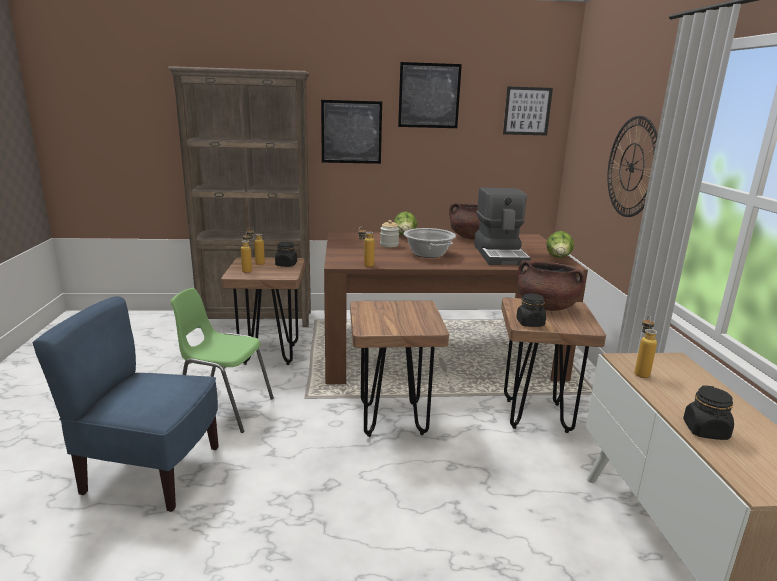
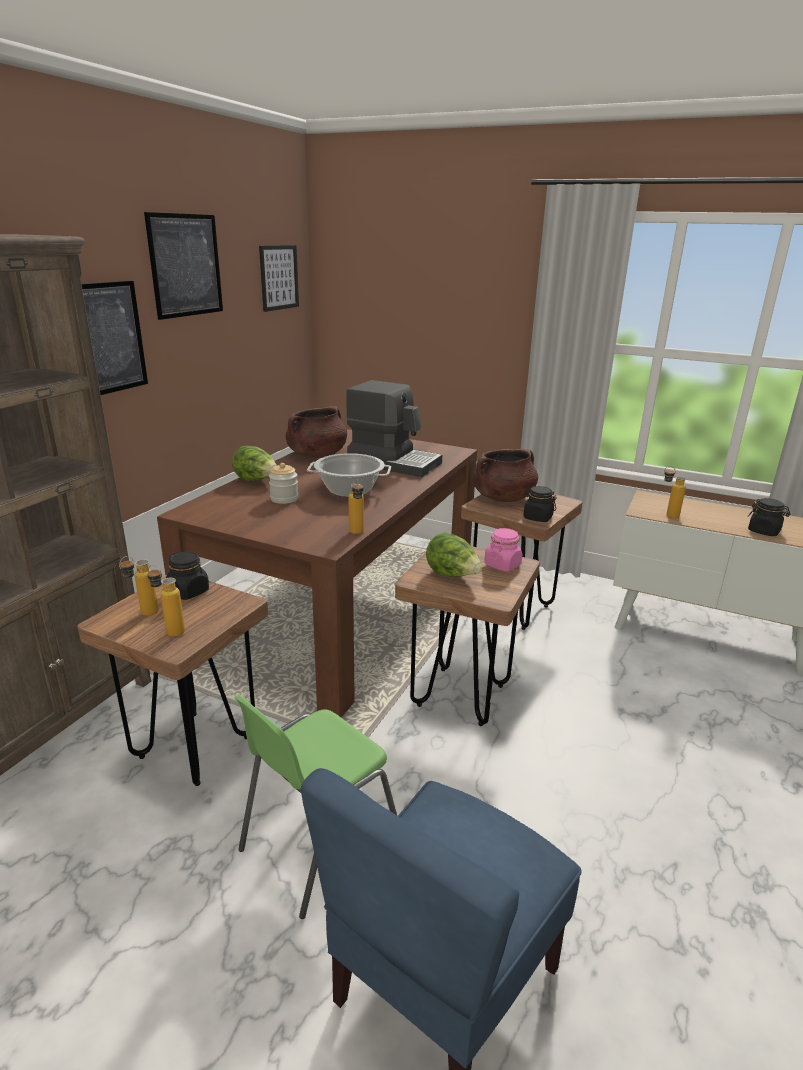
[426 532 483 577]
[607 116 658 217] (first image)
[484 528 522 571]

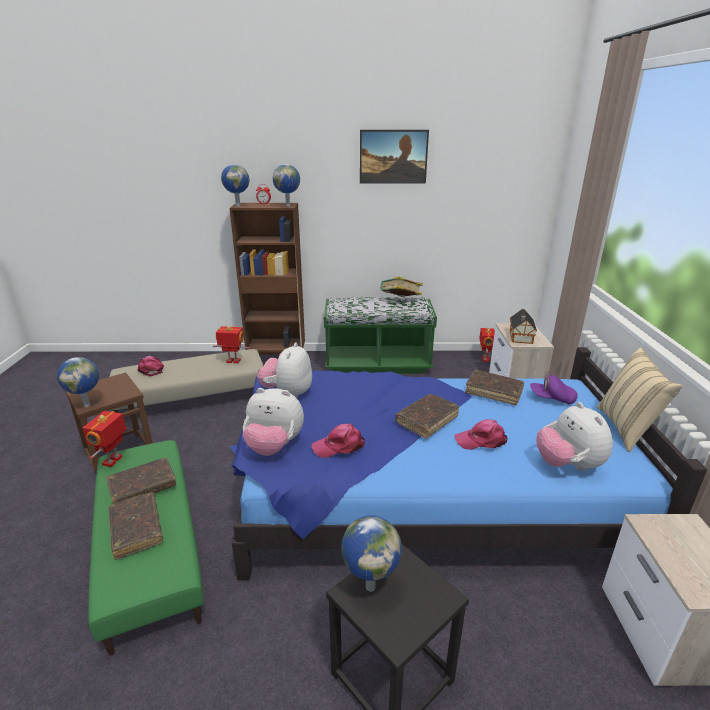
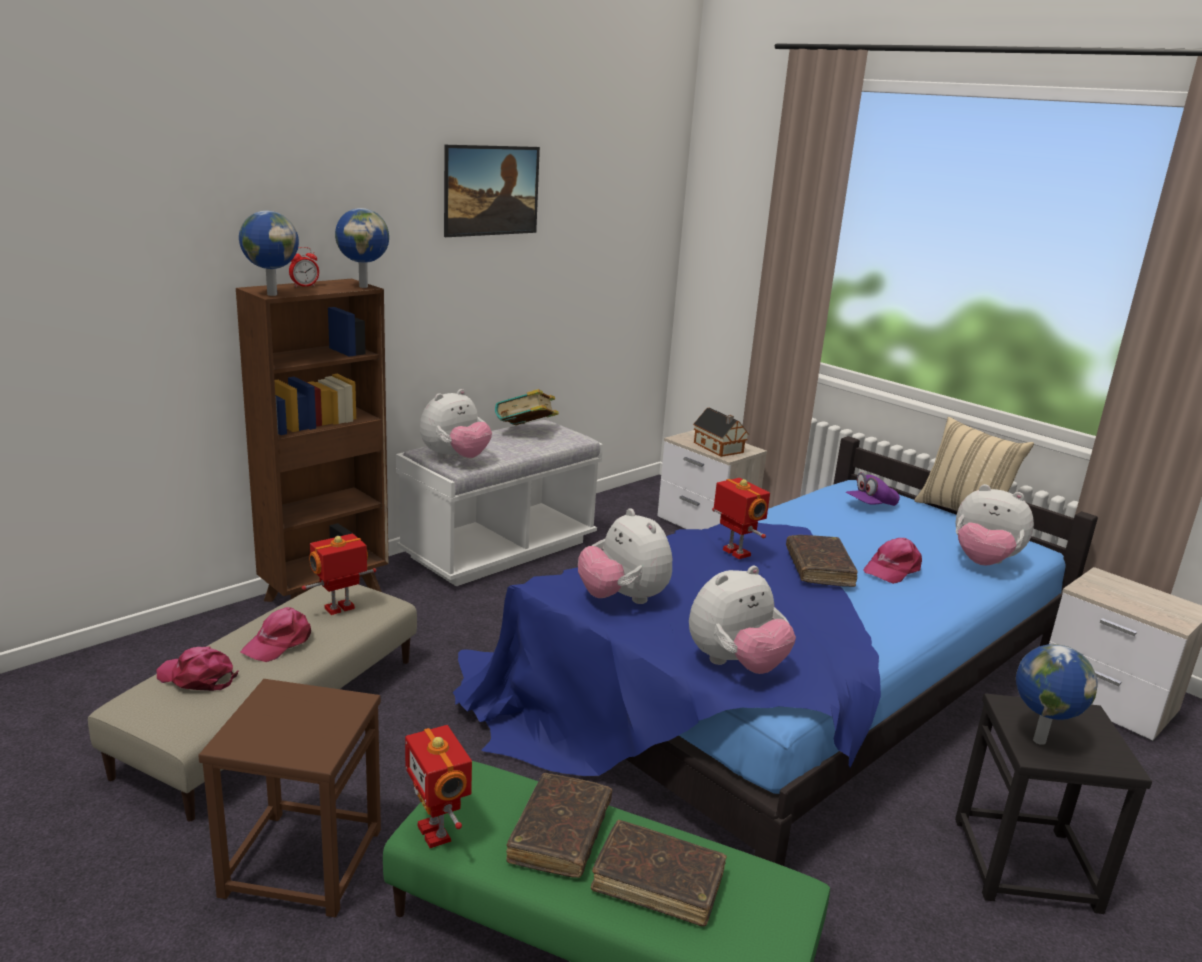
[57 357 99 407] (first image)
[240 607 311 662]
[396 420 603 586]
[465 370 525 405] (first image)
[712 478 770 559]
[420 389 492 459]

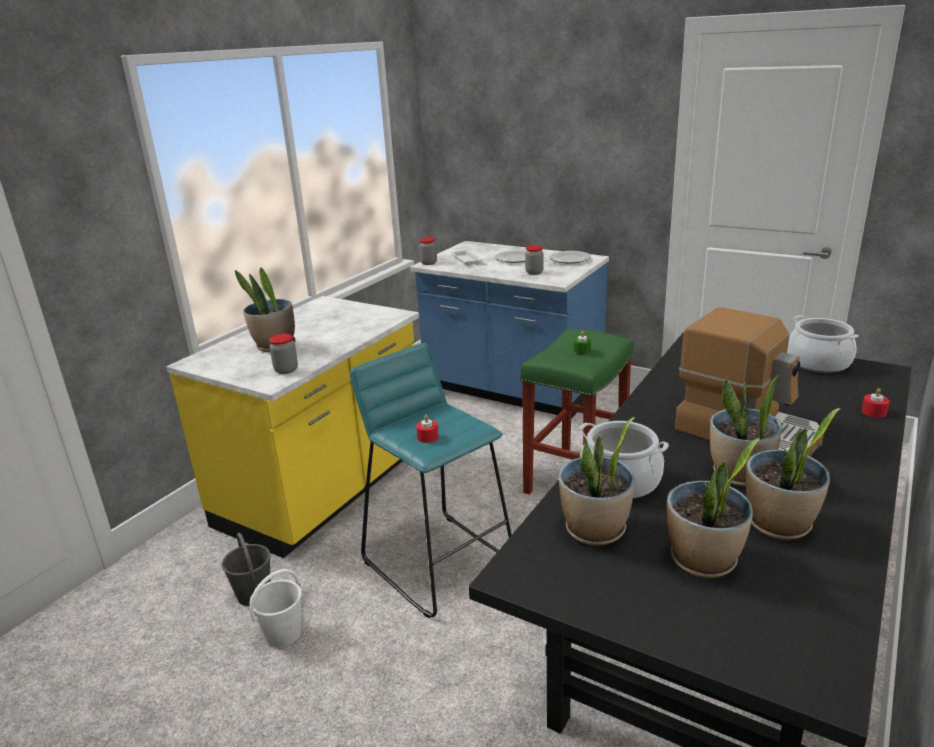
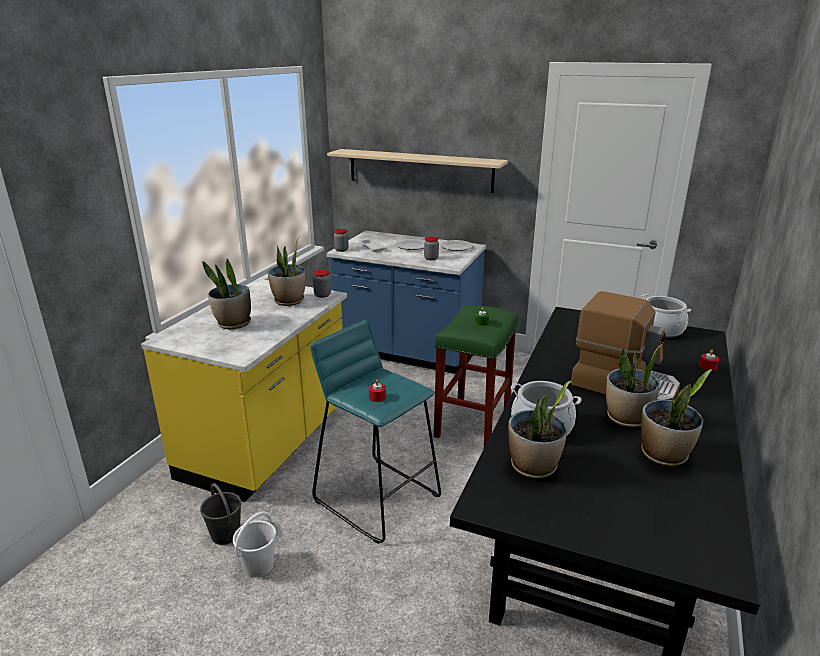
[313 270 331 298]
[267 236 305 306]
[327 149 508 193]

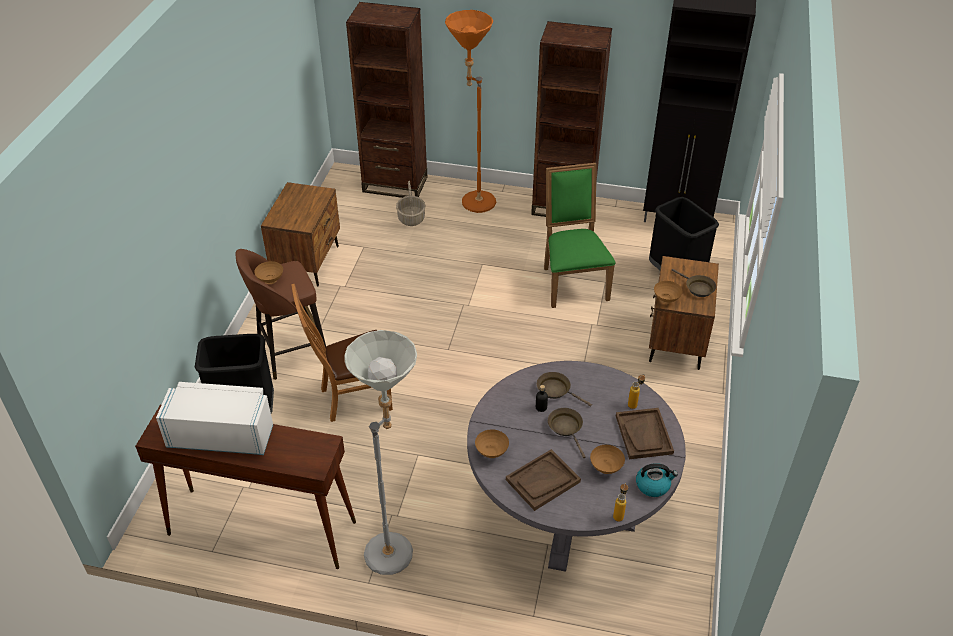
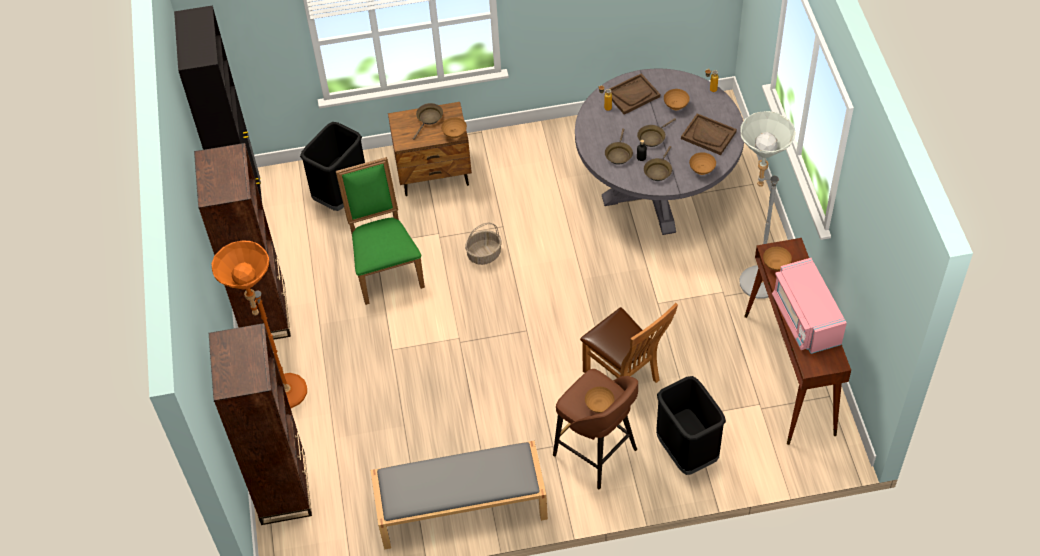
[772 258 847 354]
[371 440 548 550]
[465 223 502 265]
[336 157 425 305]
[636 463 678 497] (first image)
[644 146 672 181]
[763 247 792 271]

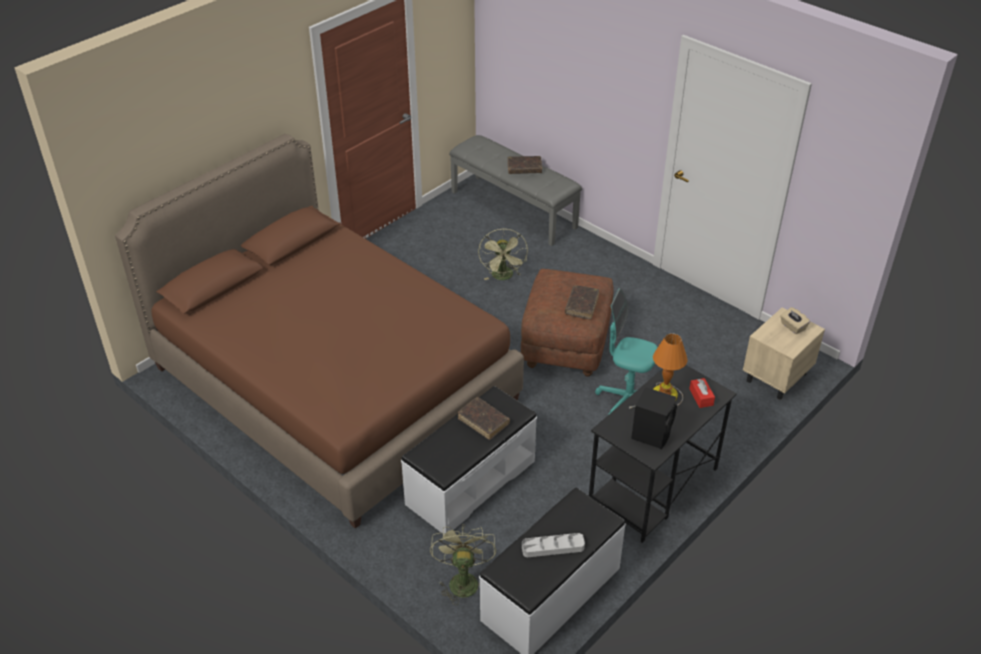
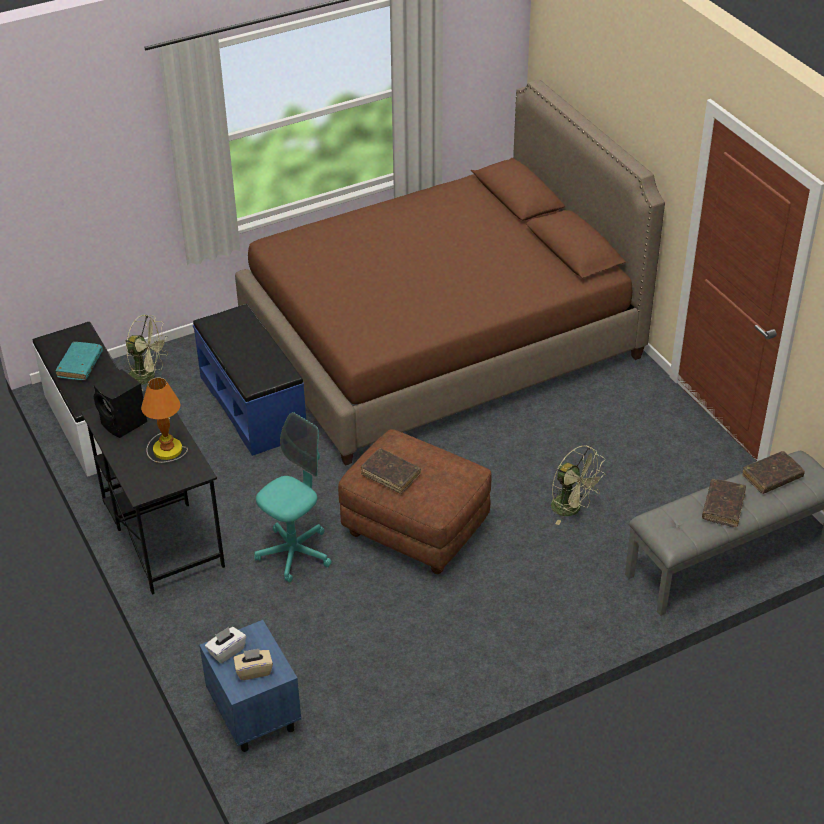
[193 304 306 456]
[742 451 805 494]
[551 445 606 525]
[56 342 103 380]
[689 378 715 408] (first image)
[199 620 301 752]
[205 627 246 664]

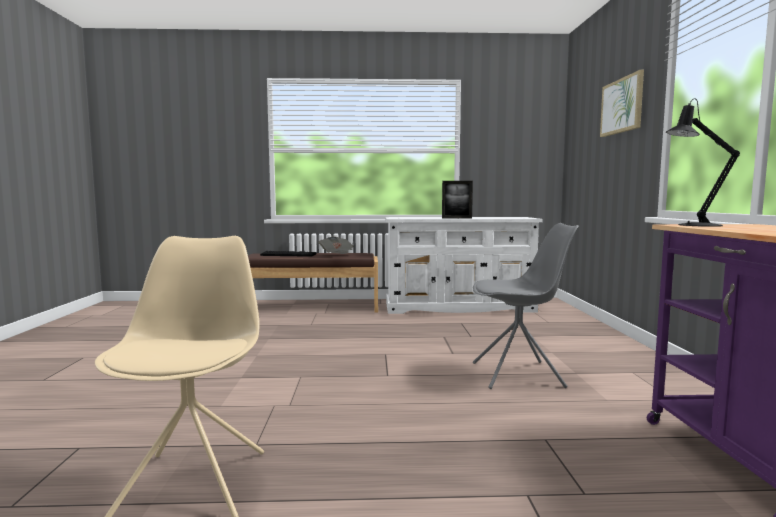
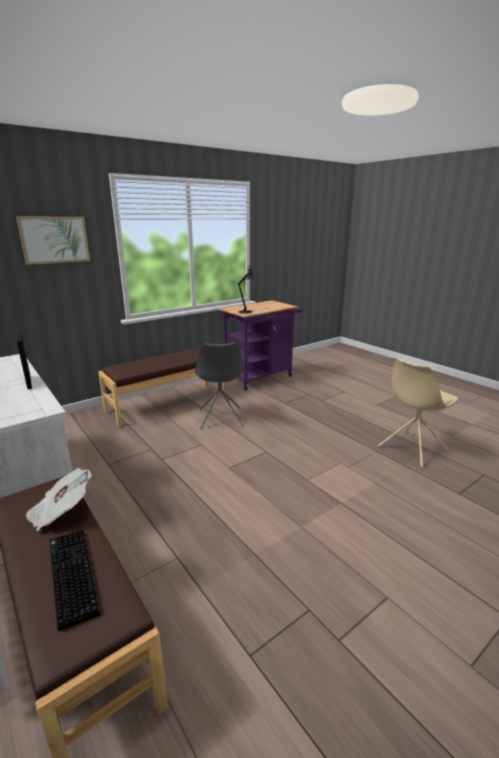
[195 343 244 429]
[98 347 224 427]

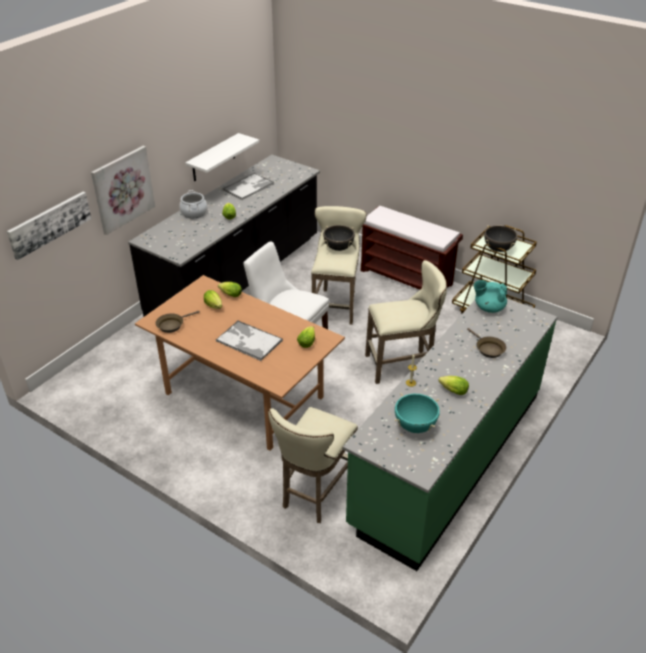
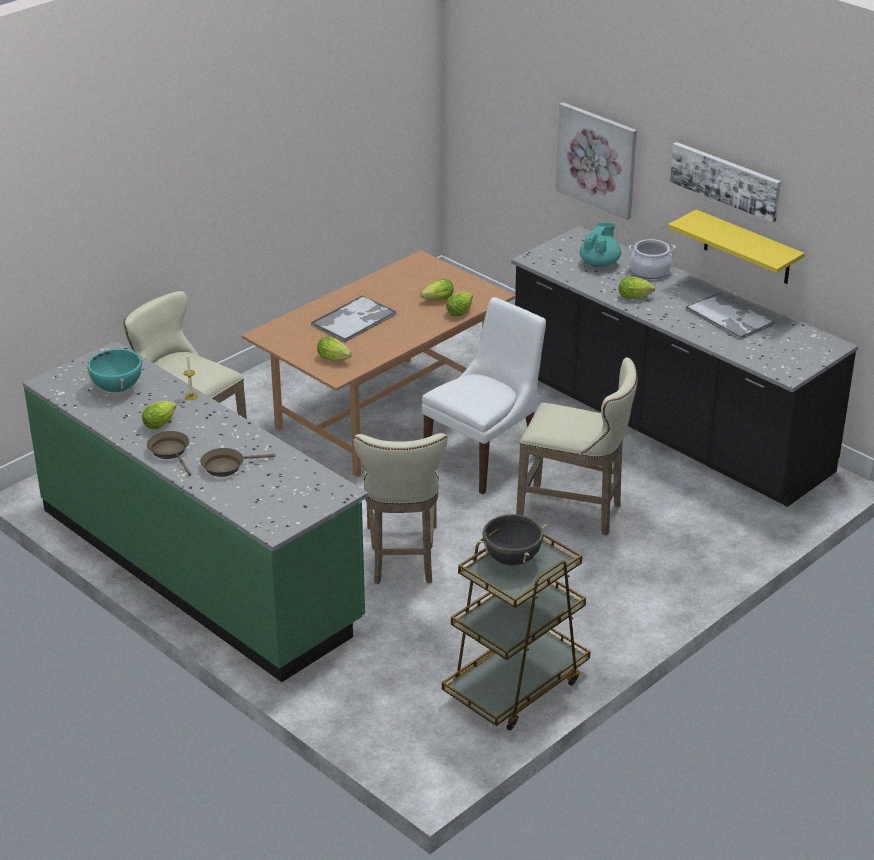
[670 142 781 223]
[147 431 191 476]
[668 210 805 284]
[323 225 355 251] (first image)
[361 206 463 290] (first image)
[580 223 621 267]

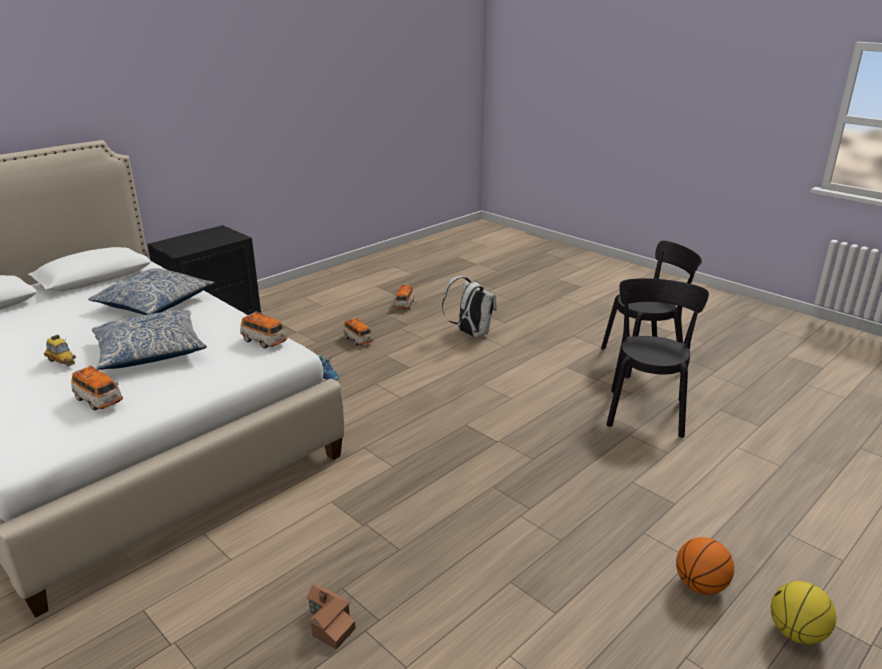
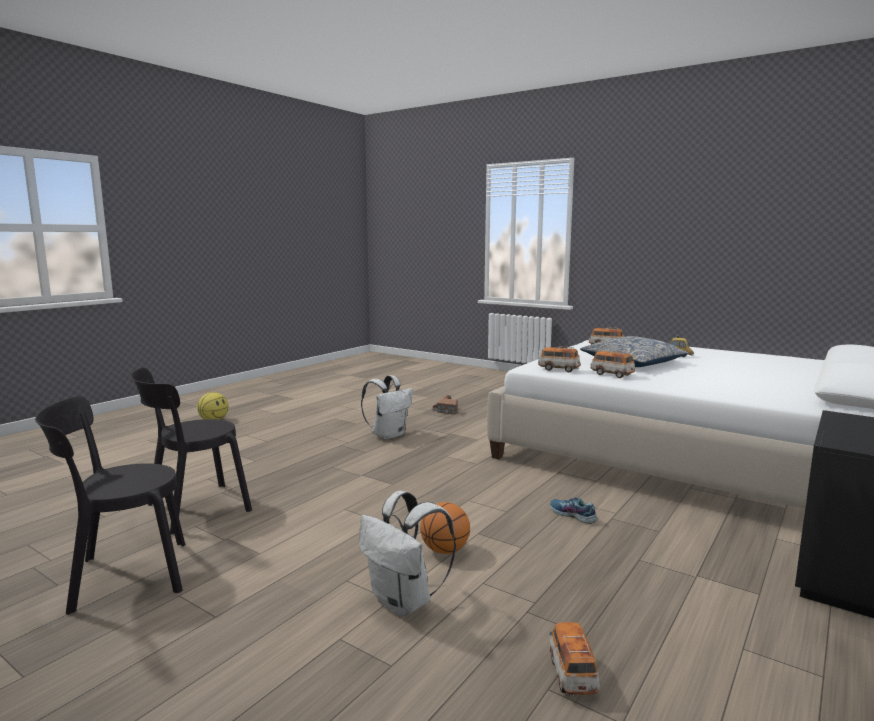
[88 268 215 315] (first image)
[590 351 636 378]
[131 368 252 535]
[420 502 470 554]
[361 375 413 440]

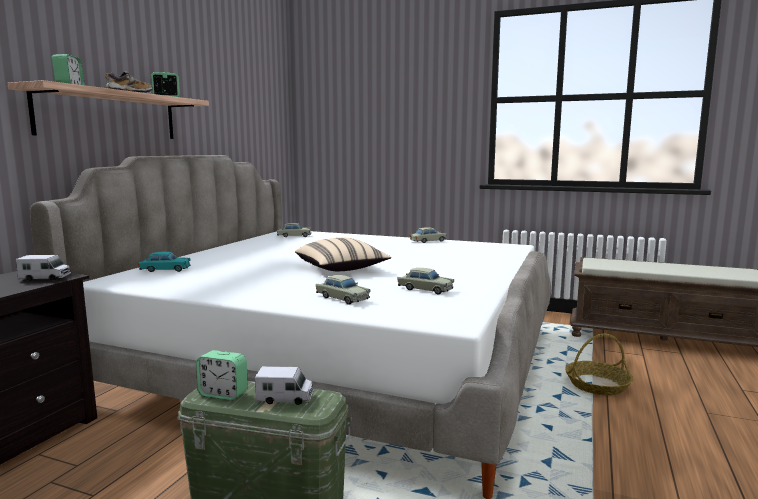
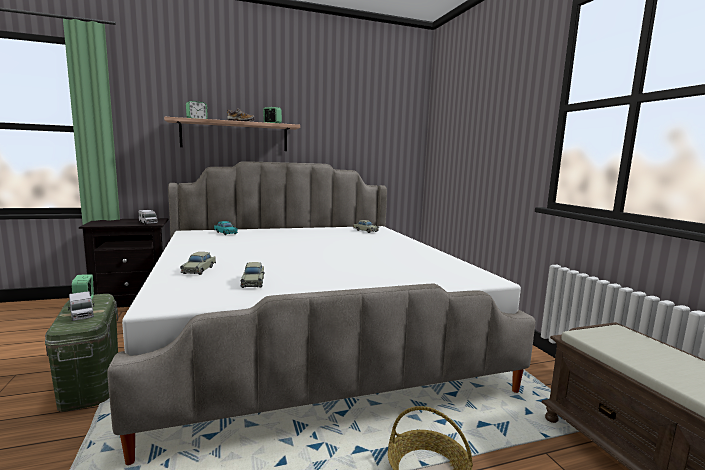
[295 238 391 271] (first image)
[410 227 447 243] (first image)

